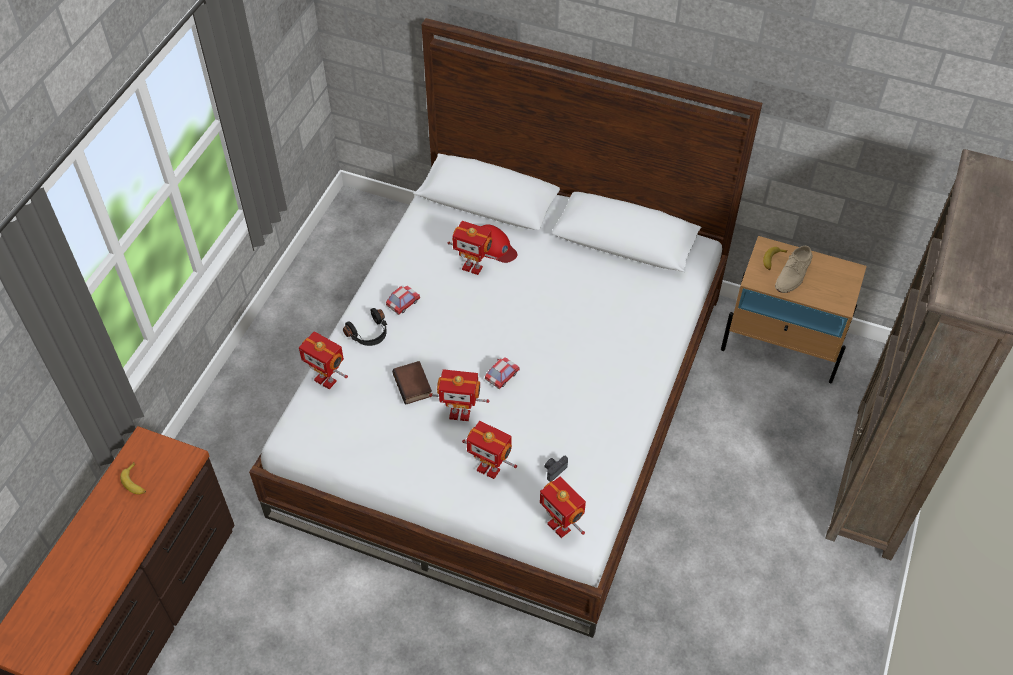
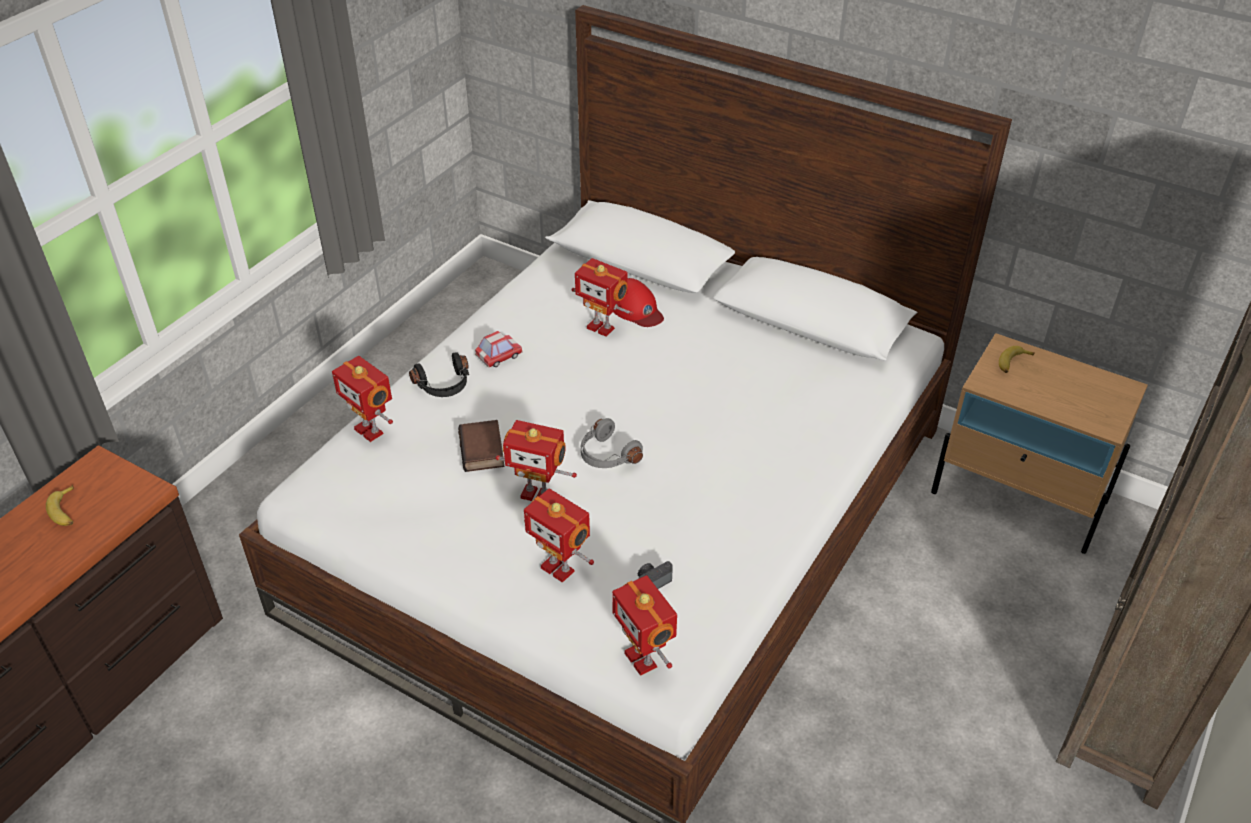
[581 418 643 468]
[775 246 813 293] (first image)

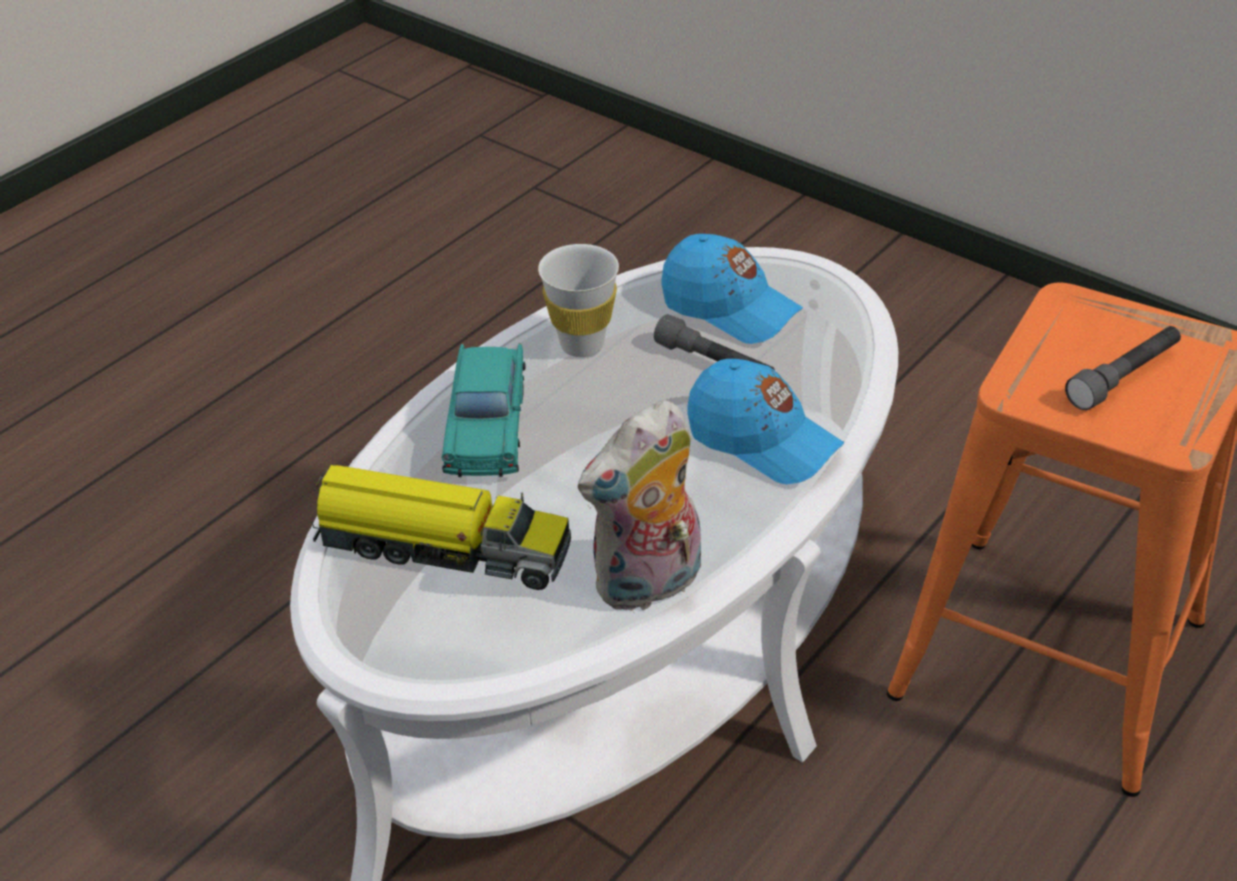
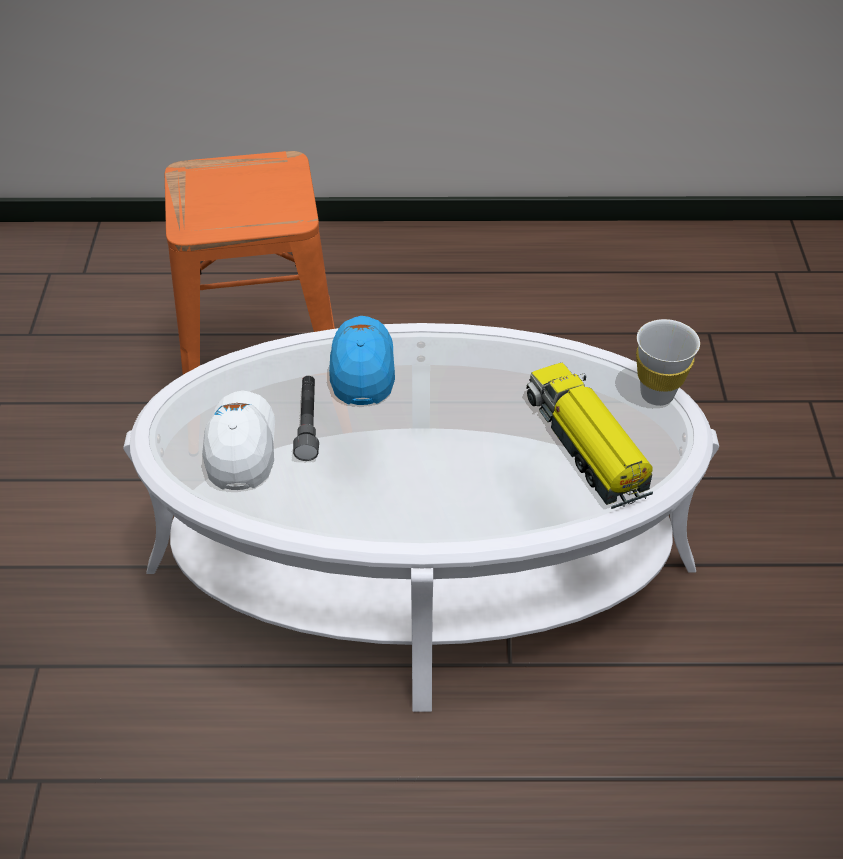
[442 343 526 477] (first image)
[636 319 700 406]
[578 400 701 611] (first image)
[202 390 275 490]
[1065 326 1181 410] (first image)

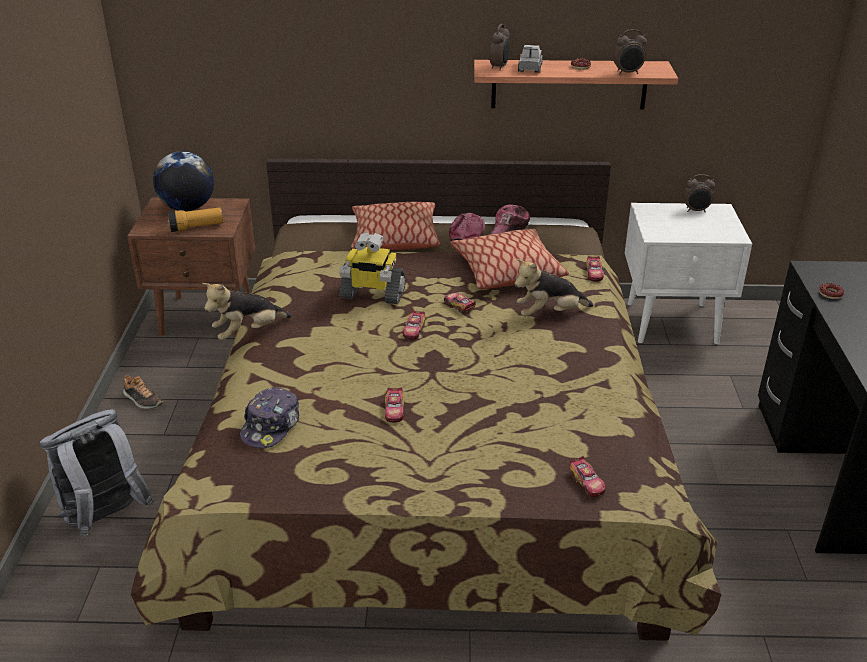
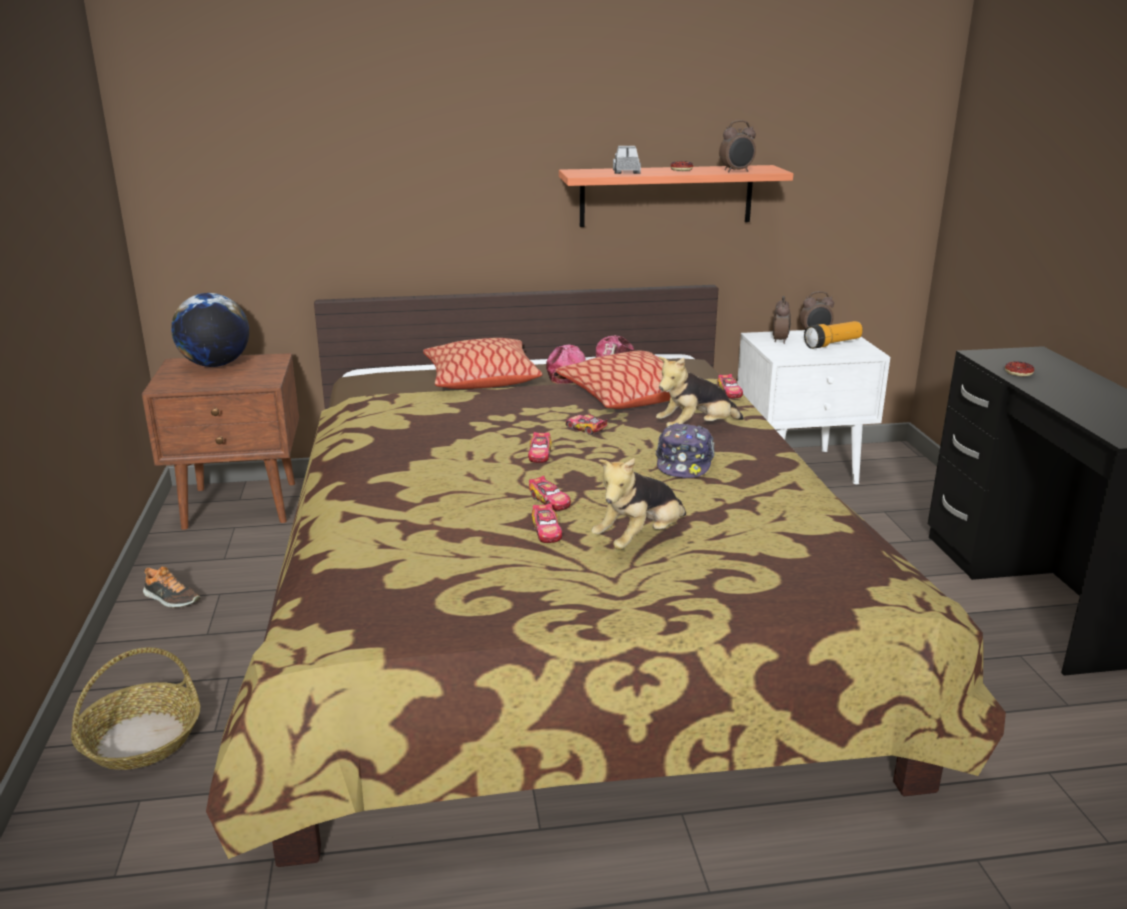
[71 647 200 770]
[804 321 863 349]
[591 458 686 549]
[655 423 715 478]
[339 232 406 304] (first image)
[773 296 791 344]
[529 476 571 511]

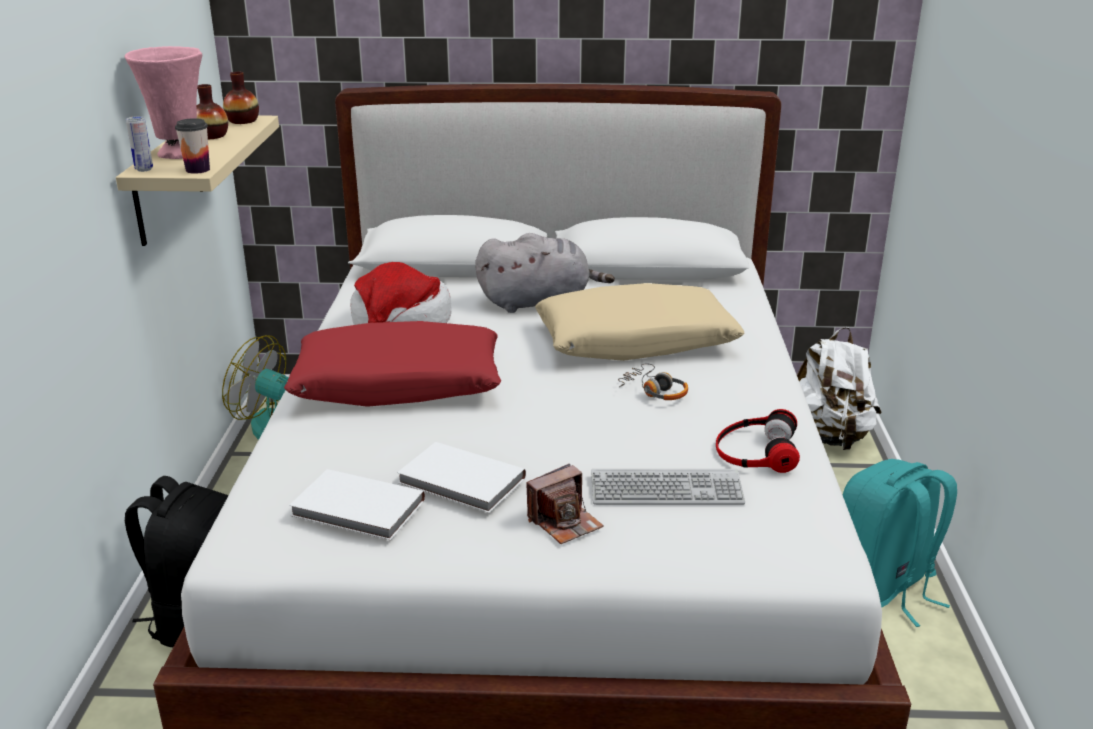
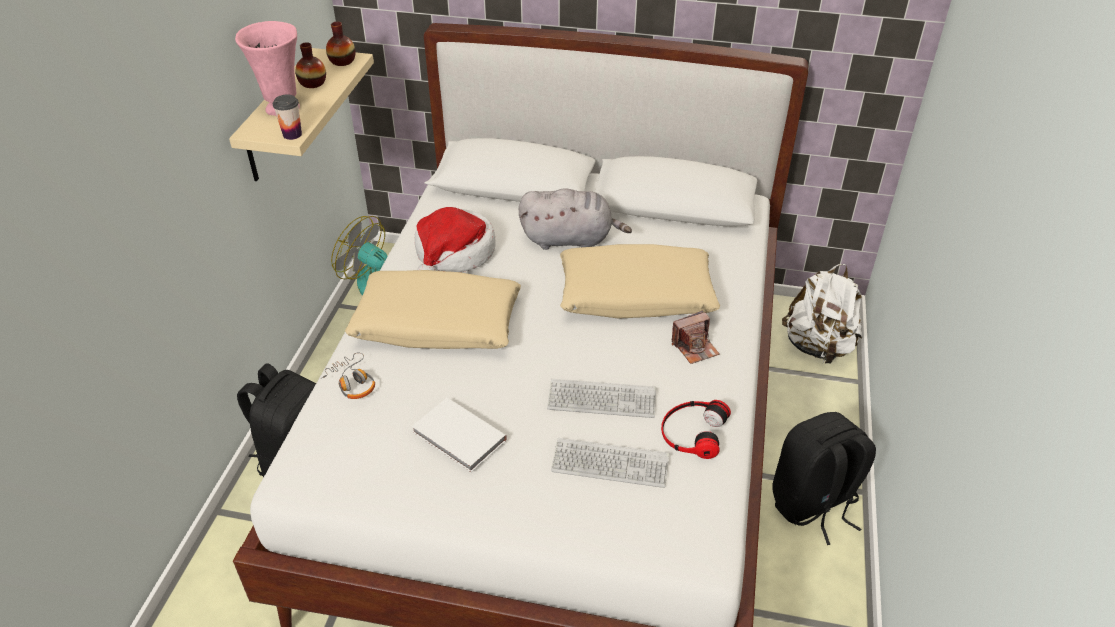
[126 116 153 172] (first image)
[345 270 521 349]
[289 469 425 541] (first image)
[672 311 719 364]
[321 352 375 399]
[772 412 876 545]
[547 379 656 418]

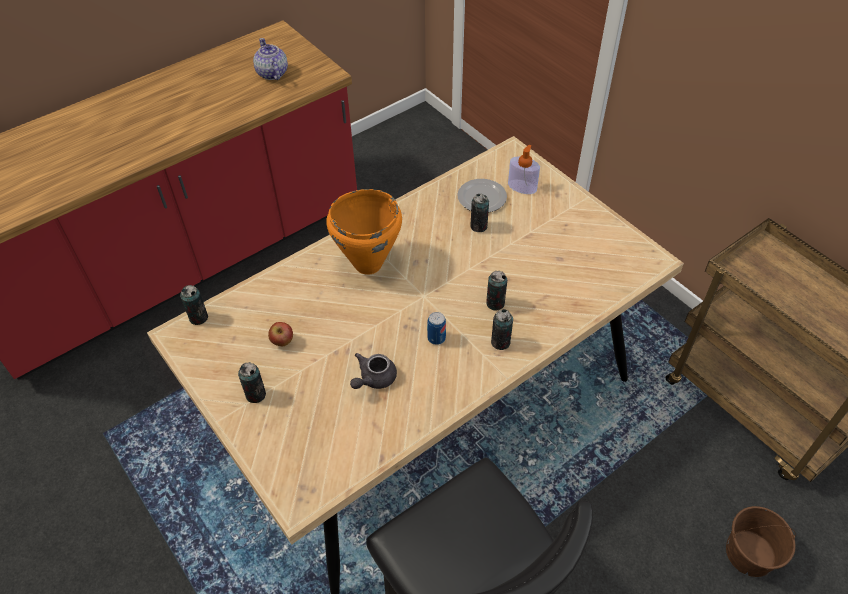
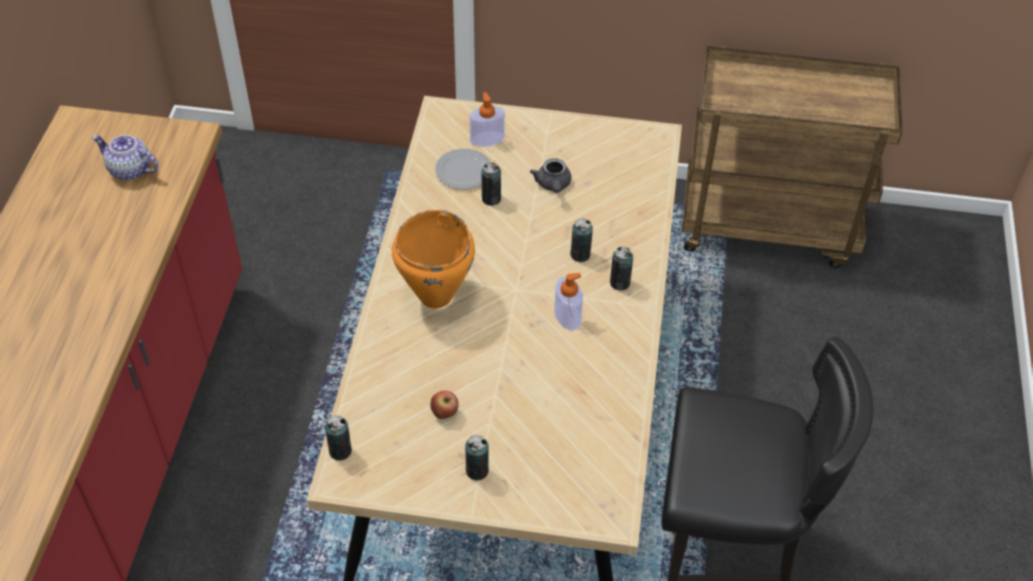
[530 158 571 193]
[554 273 583 330]
[726 506 796 577] (first image)

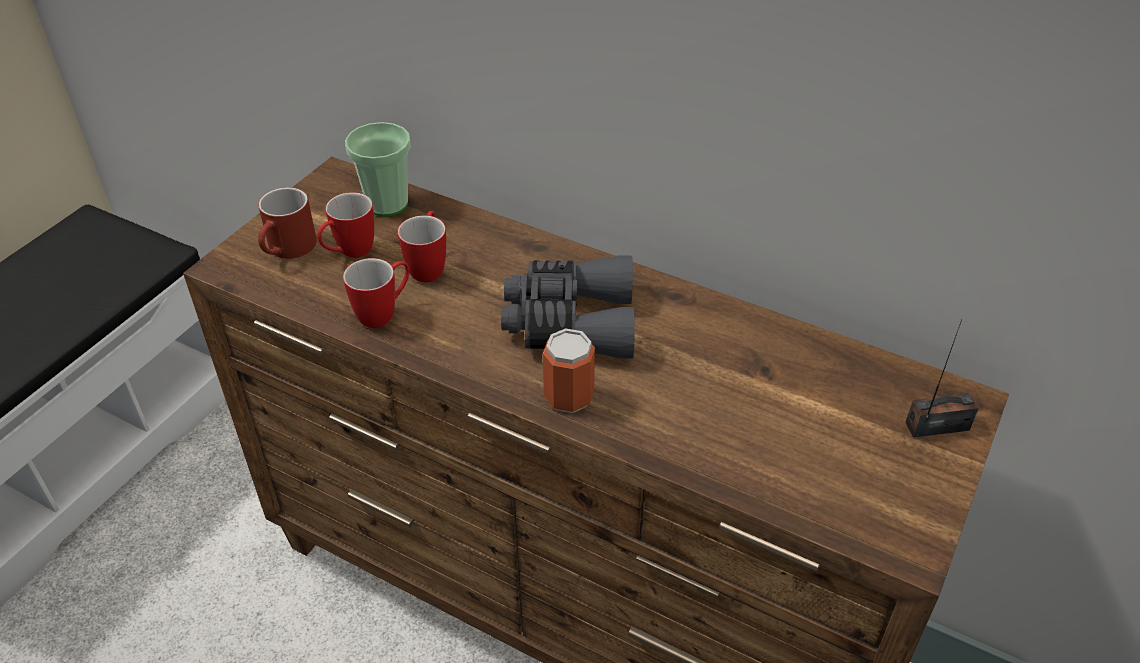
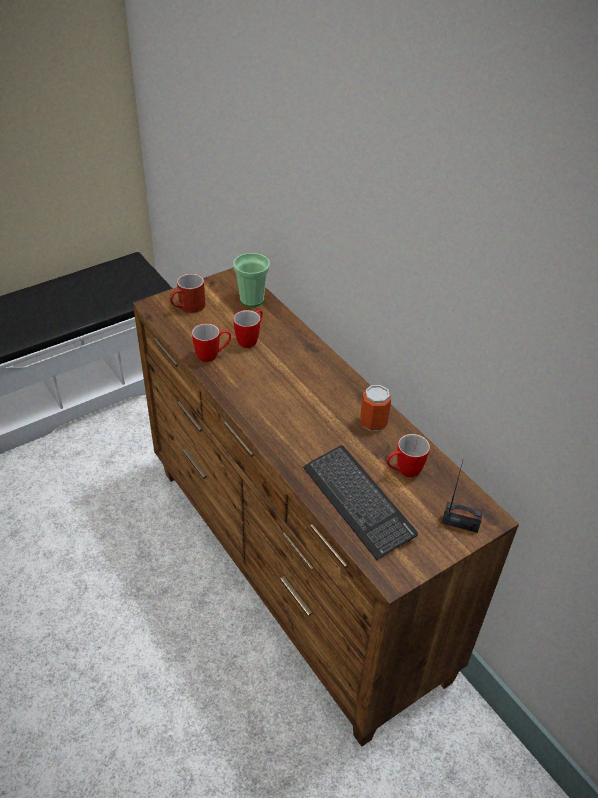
[387 434 430 477]
[501 255 635 359] (first image)
[360 385 391 431]
[303 445 418 560]

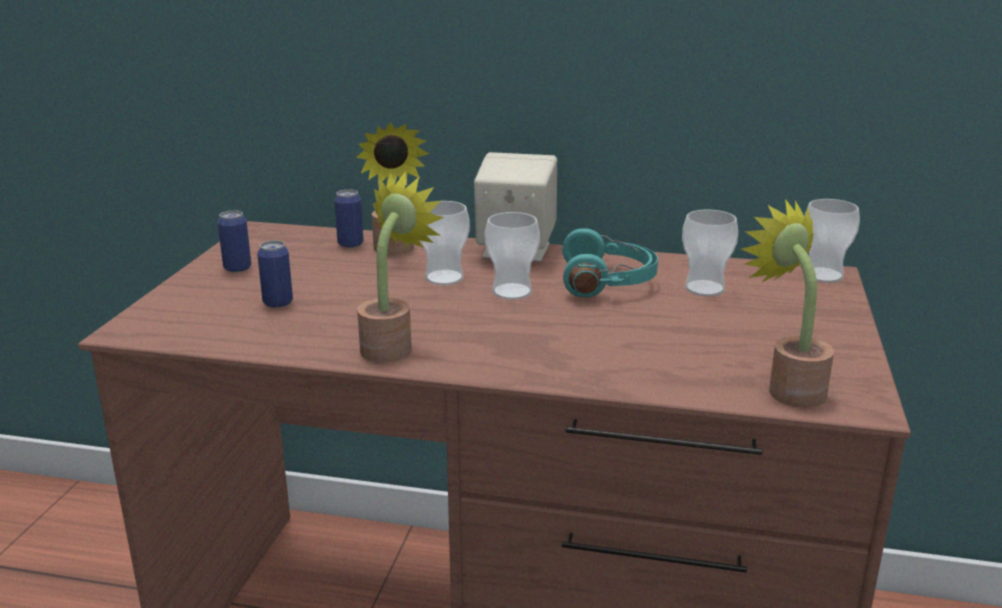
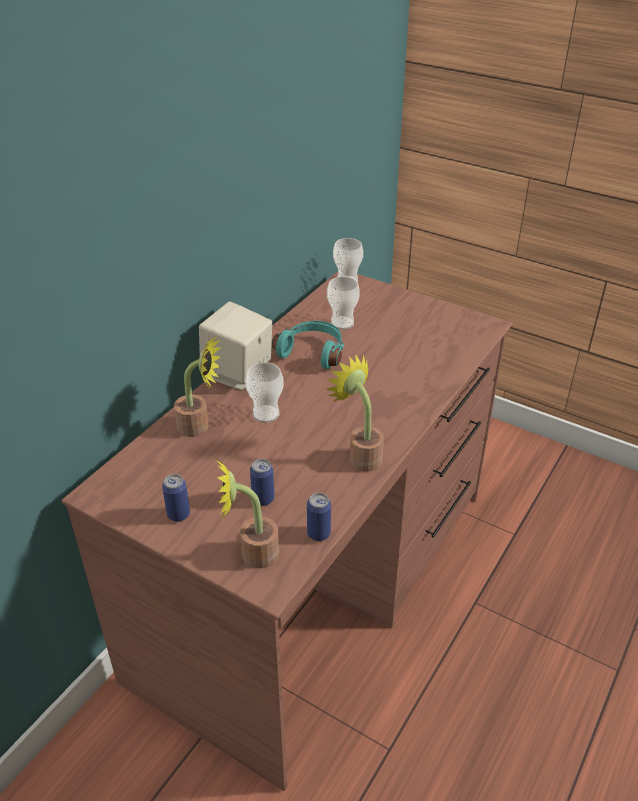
[307 493 331 541]
[485 212 540 300] (first image)
[216 458 279 568]

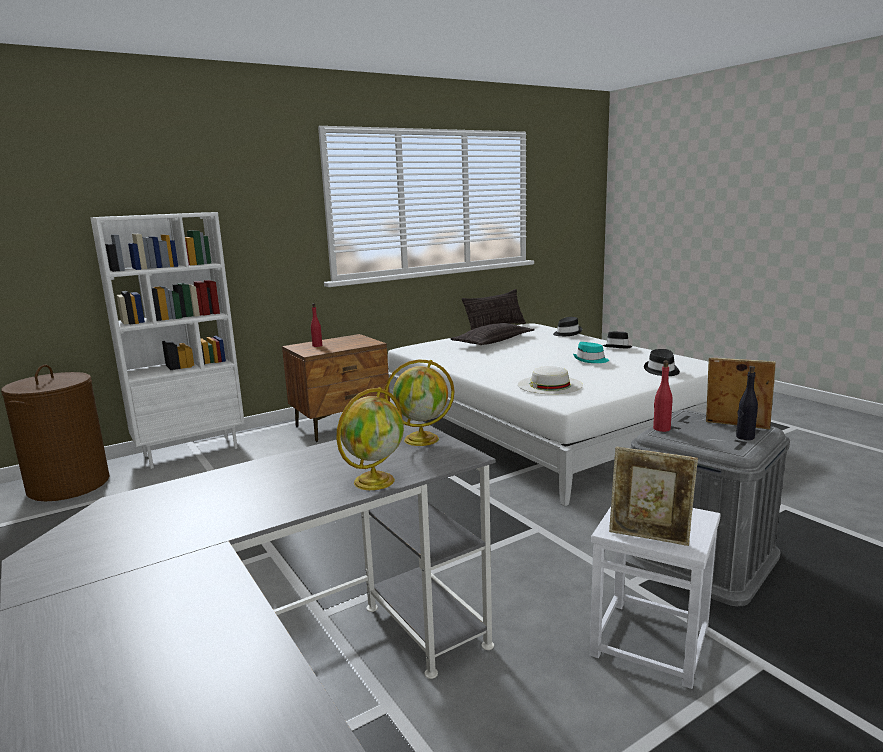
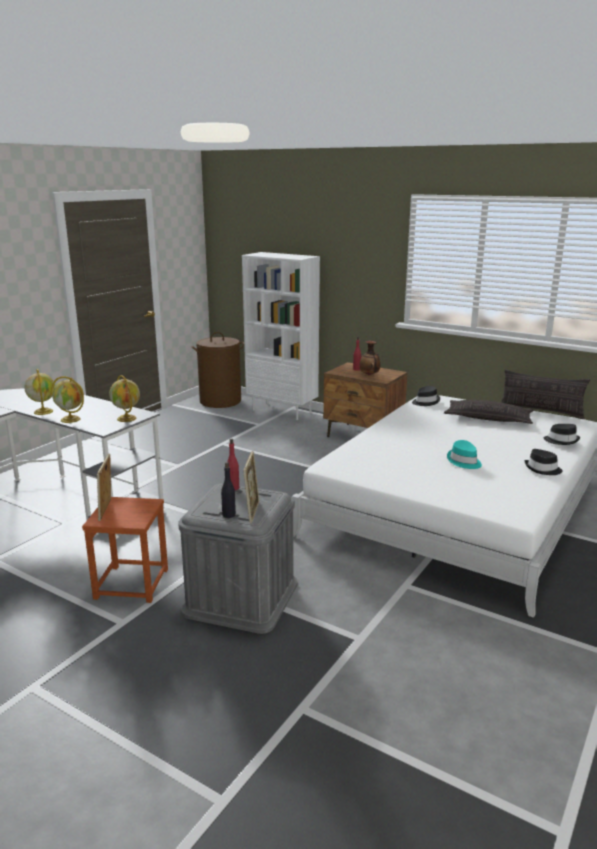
[518 366 583 394] (first image)
[82 497 168 603]
[412 386 440 406]
[24 369 55 415]
[359 341 380 375]

